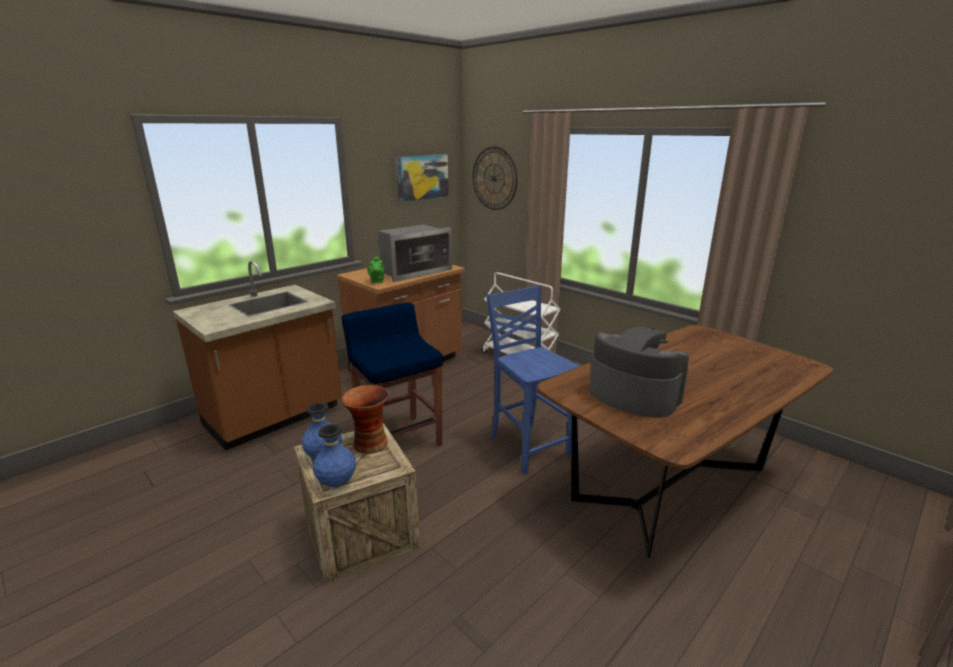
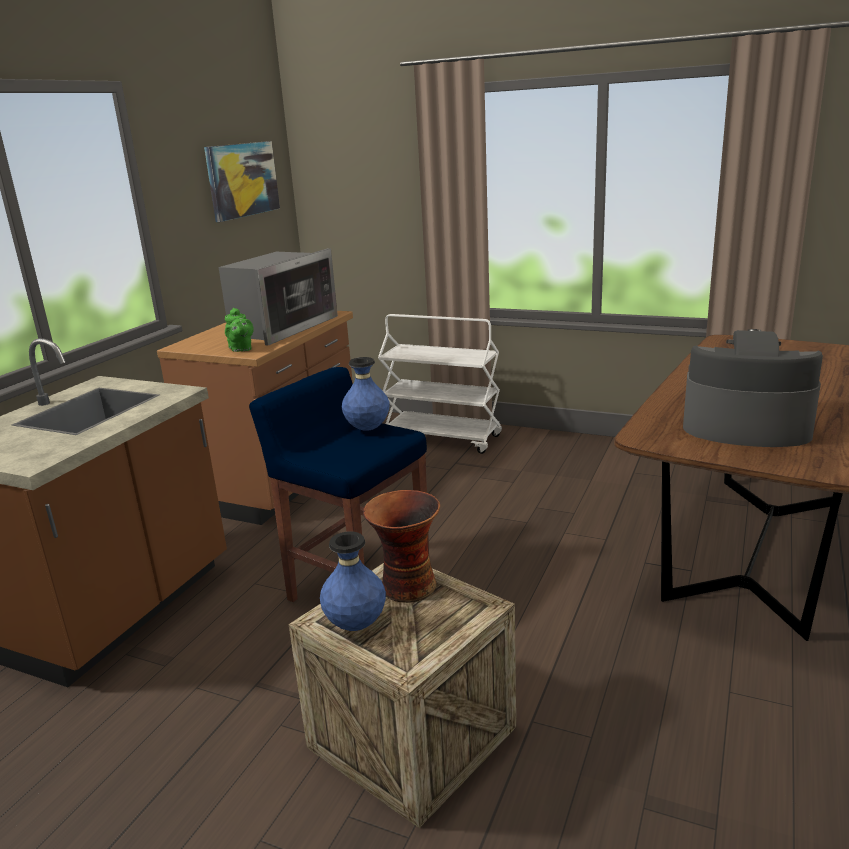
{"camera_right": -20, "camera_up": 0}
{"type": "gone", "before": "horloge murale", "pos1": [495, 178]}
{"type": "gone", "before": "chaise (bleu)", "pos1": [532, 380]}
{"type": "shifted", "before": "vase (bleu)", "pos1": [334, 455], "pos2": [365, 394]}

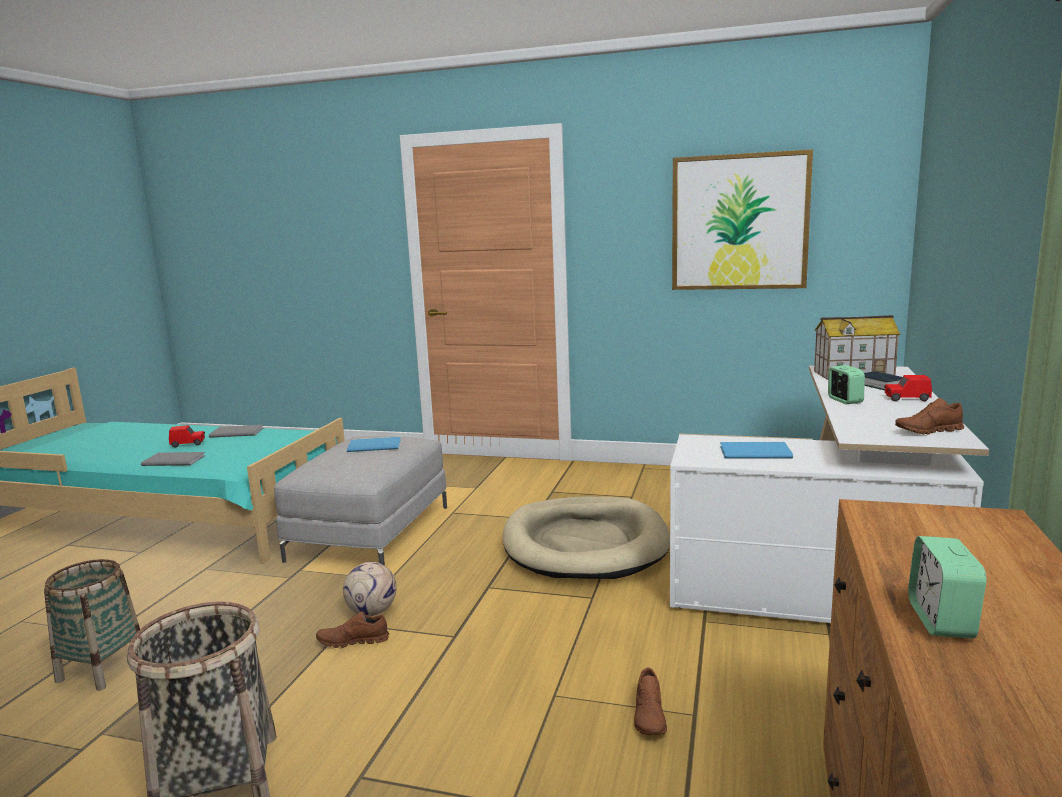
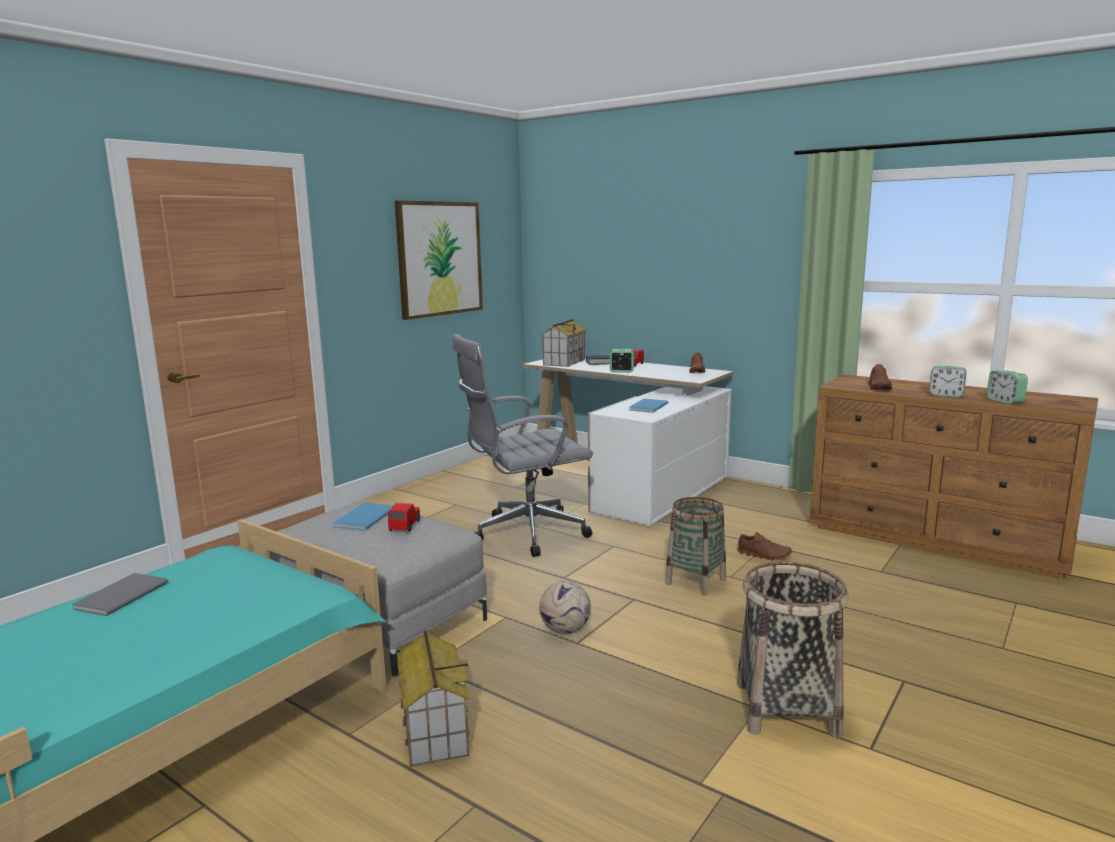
{"camera_right": -70, "camera_up": 0}
{"type": "gone", "before": "livre (gris)", "pos1": [173, 459]}
{"type": "new", "after": "maison miniature", "pos2": [433, 698]}
{"type": "new", "after": "réveil", "pos2": [1007, 387]}
{"type": "shifted", "before": "panier", "pos1": [92, 625], "pos2": [695, 546]}
{"type": "shifted", "before": "petite voiture (rouge)", "pos1": [187, 436], "pos2": [404, 517]}
{"type": "shifted", "before": "chaussure (marron)", "pos1": [352, 629], "pos2": [880, 376]}
{"type": "swapped", "before": "panier pour chien (beige)", "after": "chaise de bureau (gris)", "pos1": [586, 537], "pos2": [522, 445]}

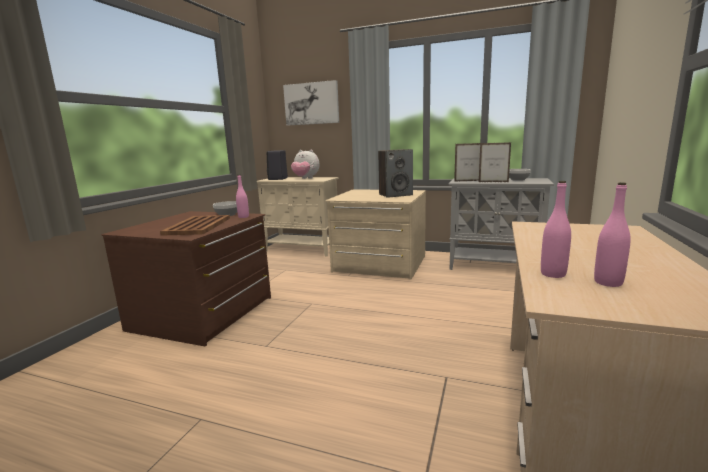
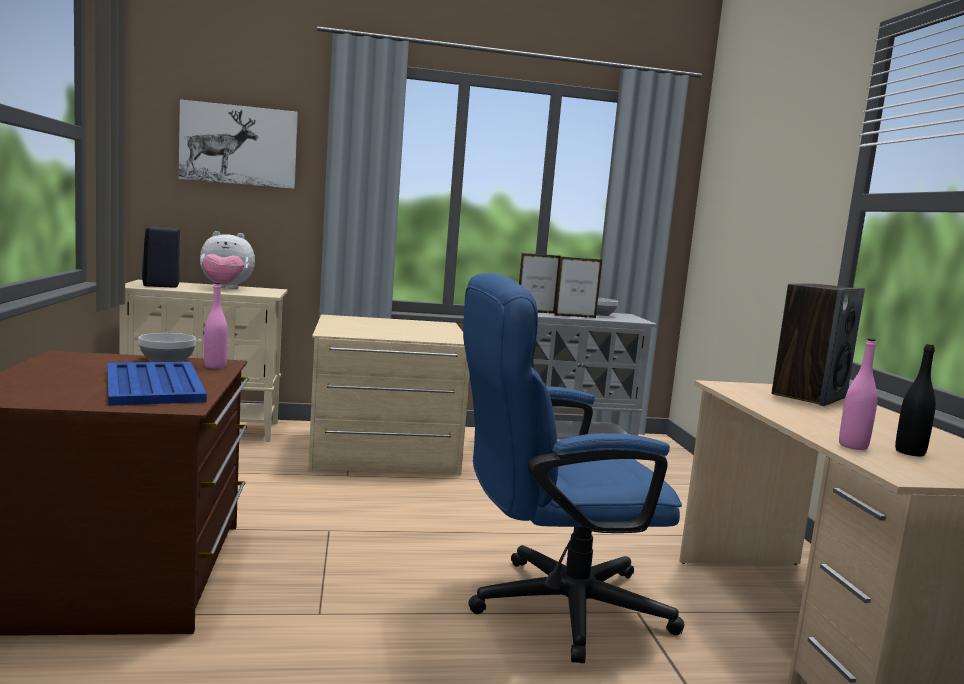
{"camera_right": -30, "camera_up": -5}
{"type": "new", "after": "chaise de bureau (bleu)", "pos2": [573, 468]}
{"type": "shifted", "before": "enceinte", "pos1": [395, 173], "pos2": [818, 344]}
{"type": "repainted", "before": "plateau (marron)", "after": "plateau (bleu)", "pos1": [195, 225], "pos2": [157, 384]}
{"type": "repainted", "before": "bouteille (rose)", "after": "bouteille (noir)", "pos1": [612, 234], "pos2": [915, 400]}

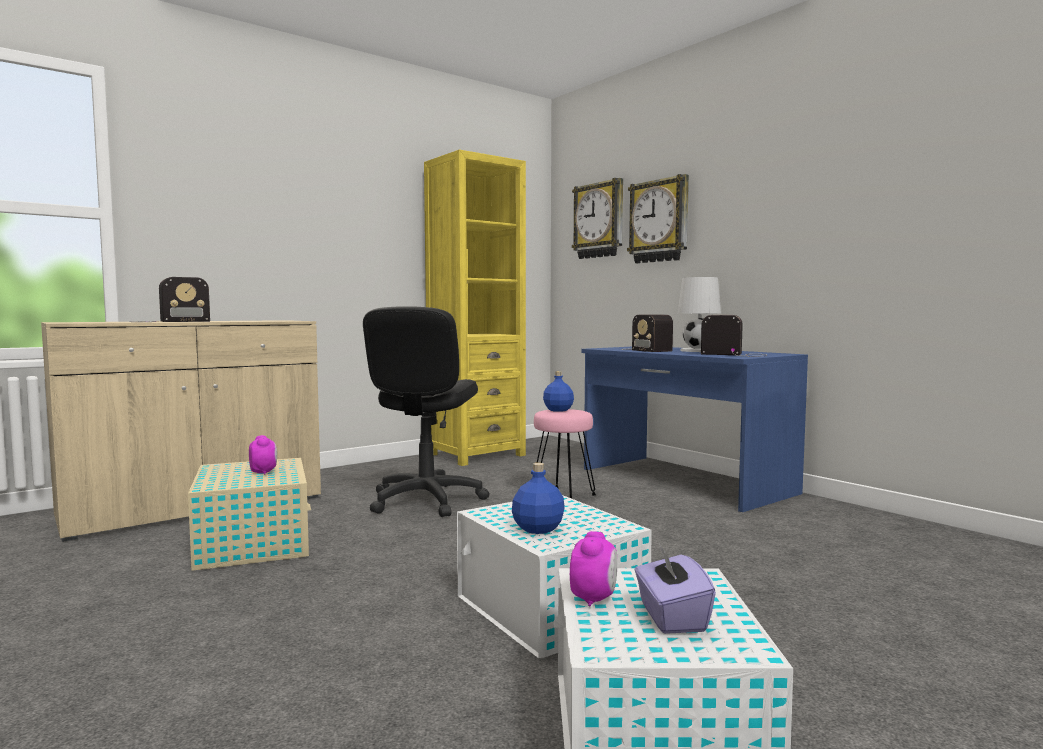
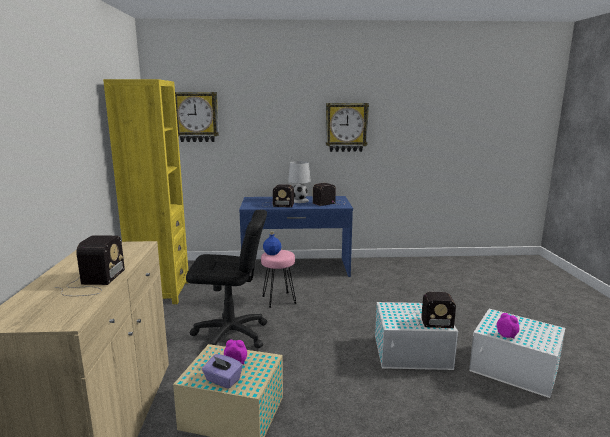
{"camera_right": -55, "camera_up": 10}
{"type": "shifted", "before": "horloge murale", "pos1": [658, 218], "pos2": [347, 127]}
{"type": "shifted", "before": "boîte à mouchoirs (violet)", "pos1": [675, 590], "pos2": [222, 371]}
{"type": "swapped", "before": "bouteille (bleu)", "after": "radio", "pos1": [538, 498], "pos2": [429, 310]}
{"type": "rotated", "before": "chaise de bureau (noir)", "pos1": [426, 411], "pos2": [226, 278], "turn": -45}

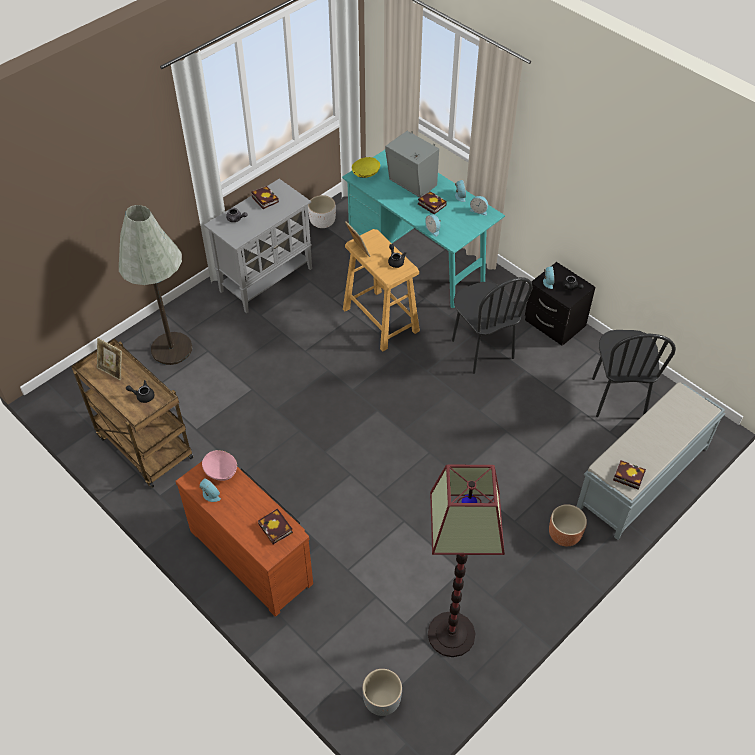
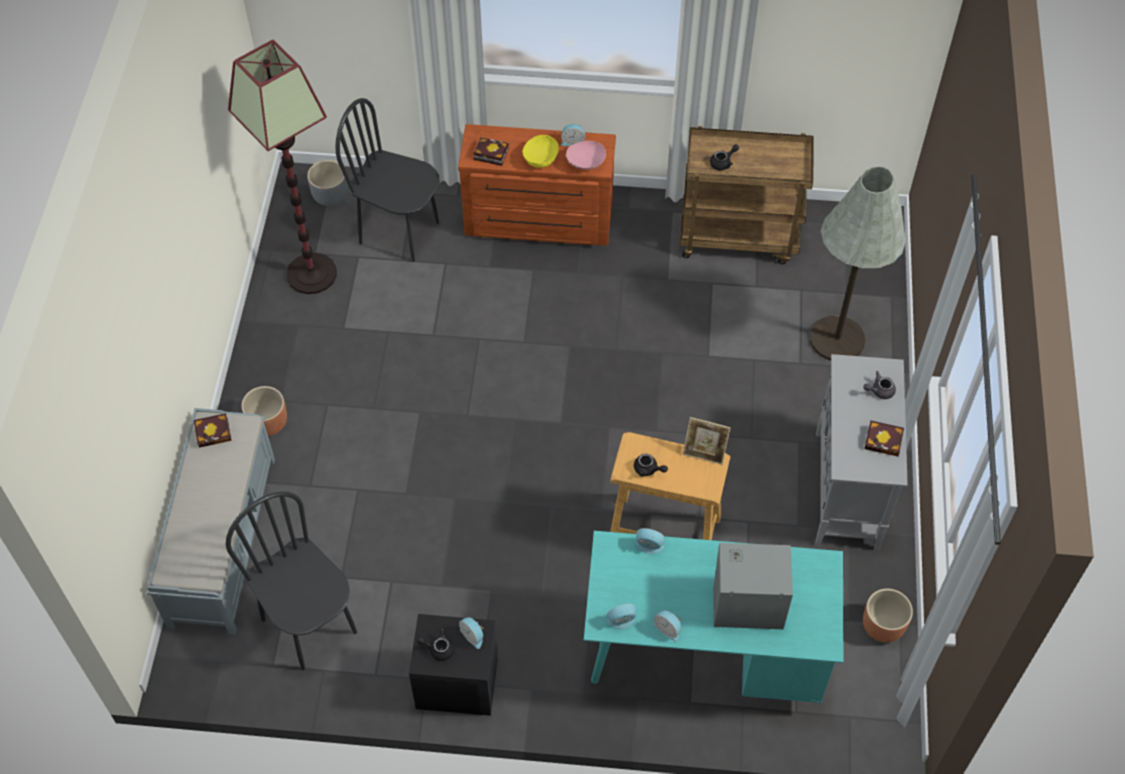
{"camera_right": 140, "camera_up": 5}
{"type": "gone", "before": "cadre photo", "pos1": [109, 359]}
{"type": "gone", "before": "livre", "pos1": [432, 202]}
{"type": "shifted", "before": "bol (jaune)", "pos1": [366, 167], "pos2": [540, 151]}
{"type": "shifted", "before": "chaise (noir)", "pos1": [492, 325], "pos2": [387, 180]}
{"type": "repainted", "before": "cache-pot (blanc)", "after": "cache-pot (marron)", "pos1": [322, 211], "pos2": [888, 615]}

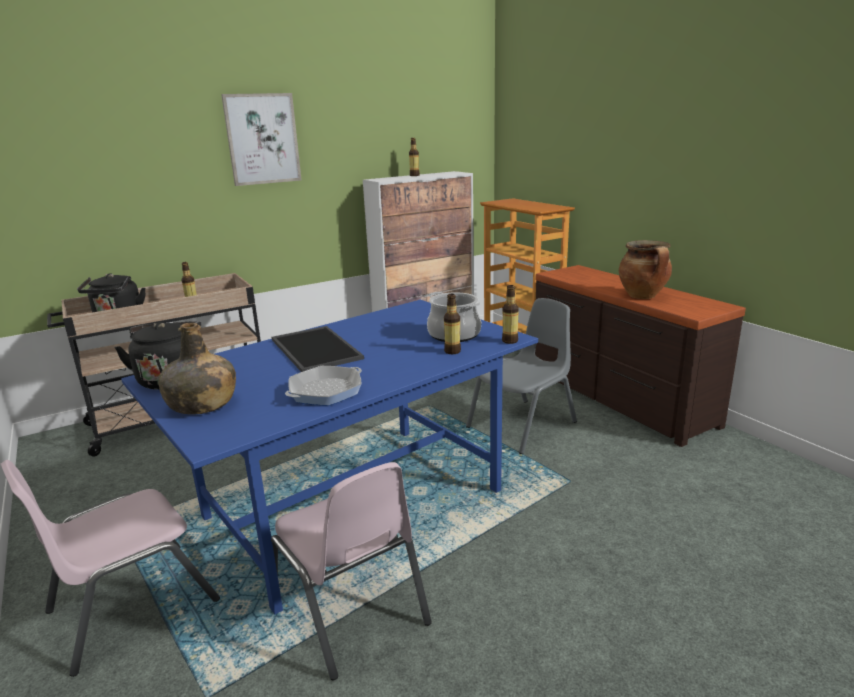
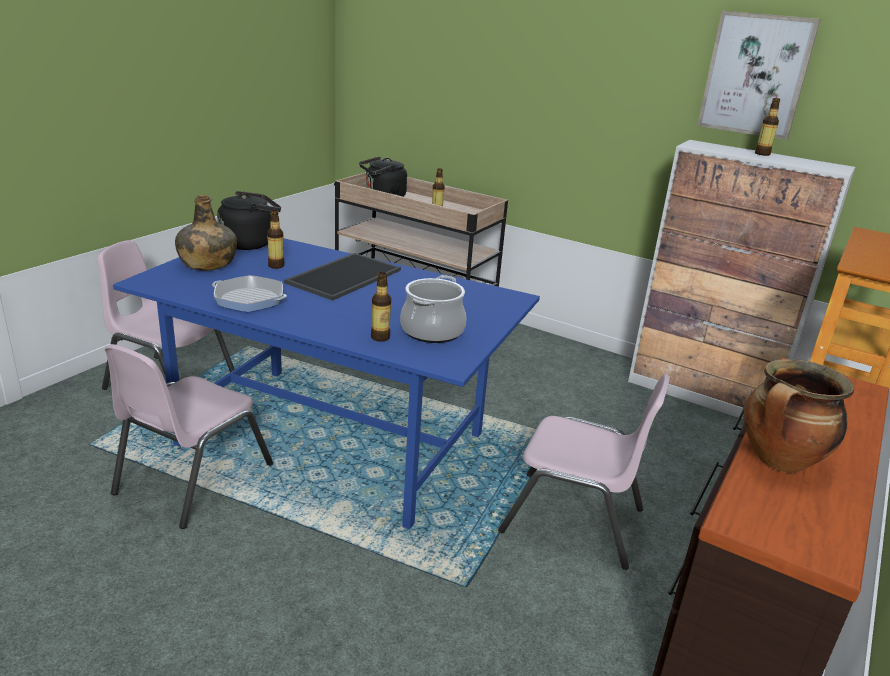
{"camera_right": 60, "camera_up": 5}
{"type": "shifted", "before": "tableau", "pos1": [261, 139], "pos2": [759, 75]}
{"type": "shifted", "before": "bouteille", "pos1": [510, 314], "pos2": [276, 239]}
{"type": "repainted", "before": "chaise (gris)", "after": "chaise (rose)", "pos1": [521, 376], "pos2": [584, 472]}

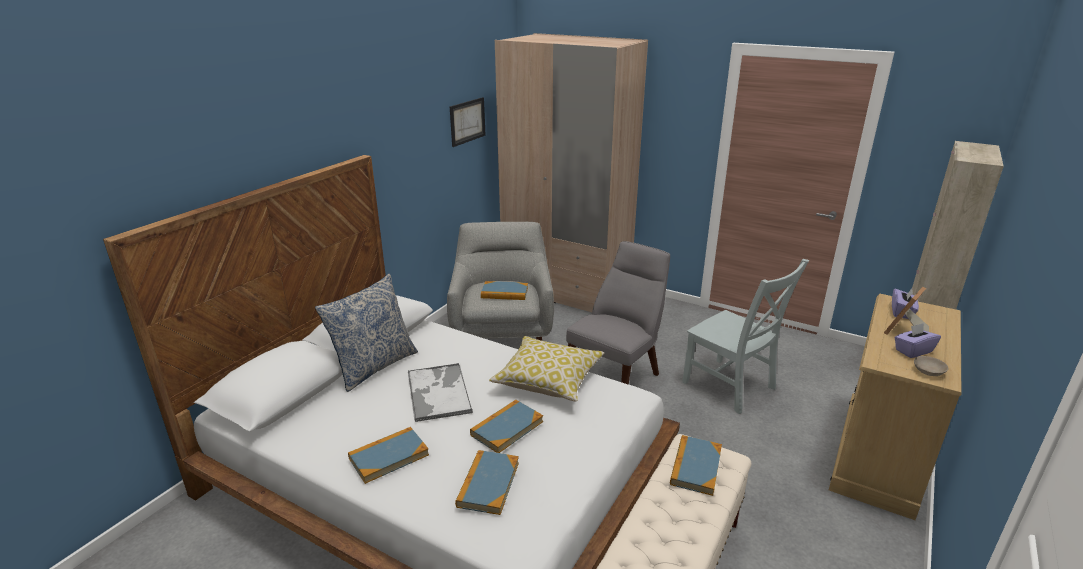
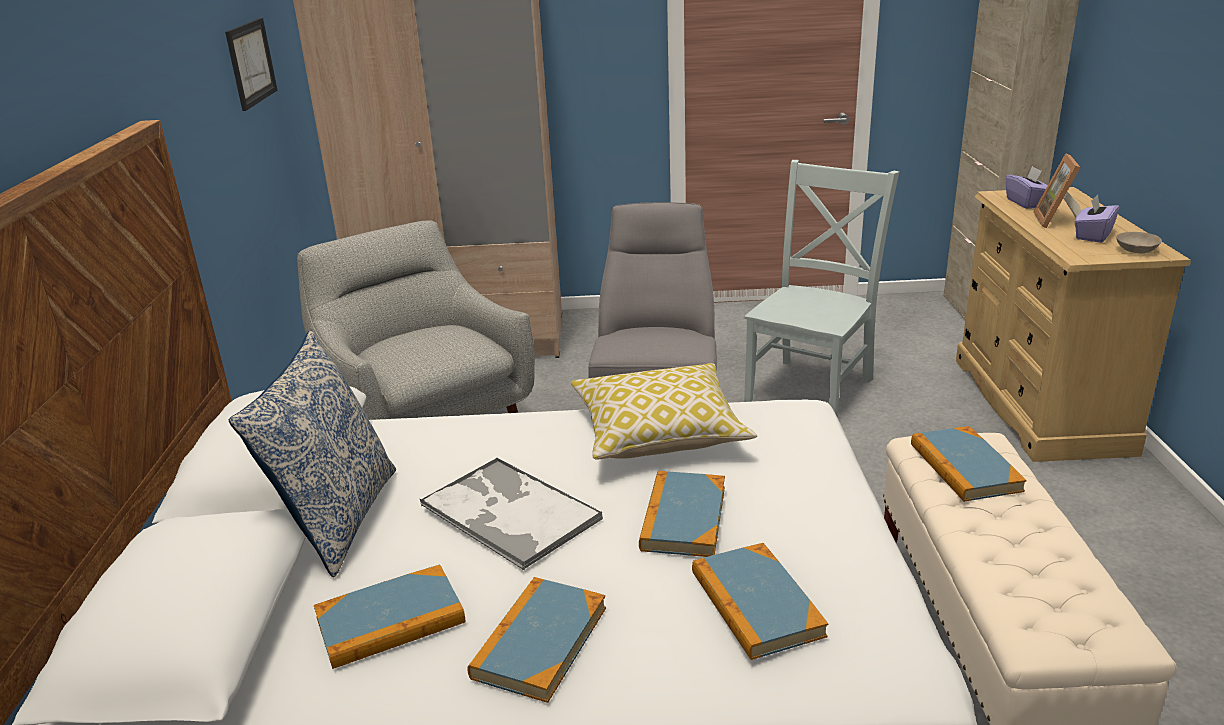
{"camera_right": -30, "camera_up": 0}
{"type": "shifted", "before": "livre", "pos1": [504, 290], "pos2": [390, 617]}
{"type": "rotated", "before": "chaise (gris)", "pos1": [745, 336], "pos2": [821, 289], "turn": -75}

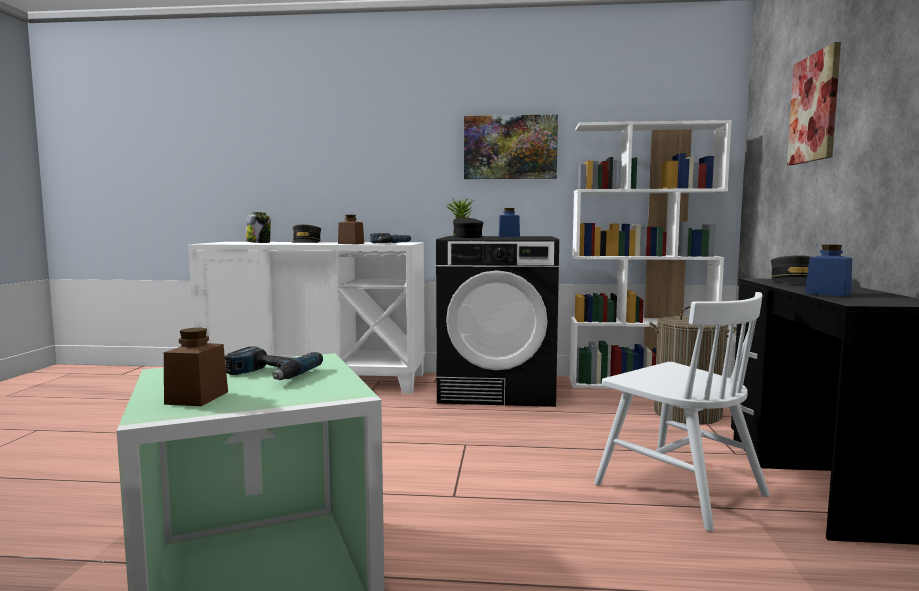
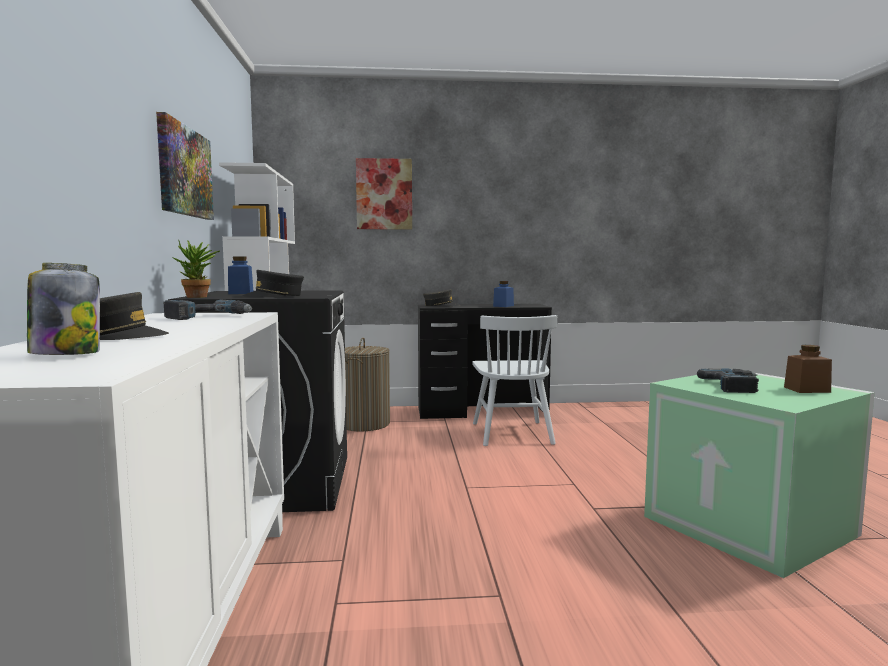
{"camera_right": -100, "camera_up": 0}
{"type": "gone", "before": "bocal (marron)", "pos1": [351, 229]}
{"type": "rotated", "before": "chaise (blanc)", "pos1": [682, 412], "pos2": [514, 380], "turn": 135}

